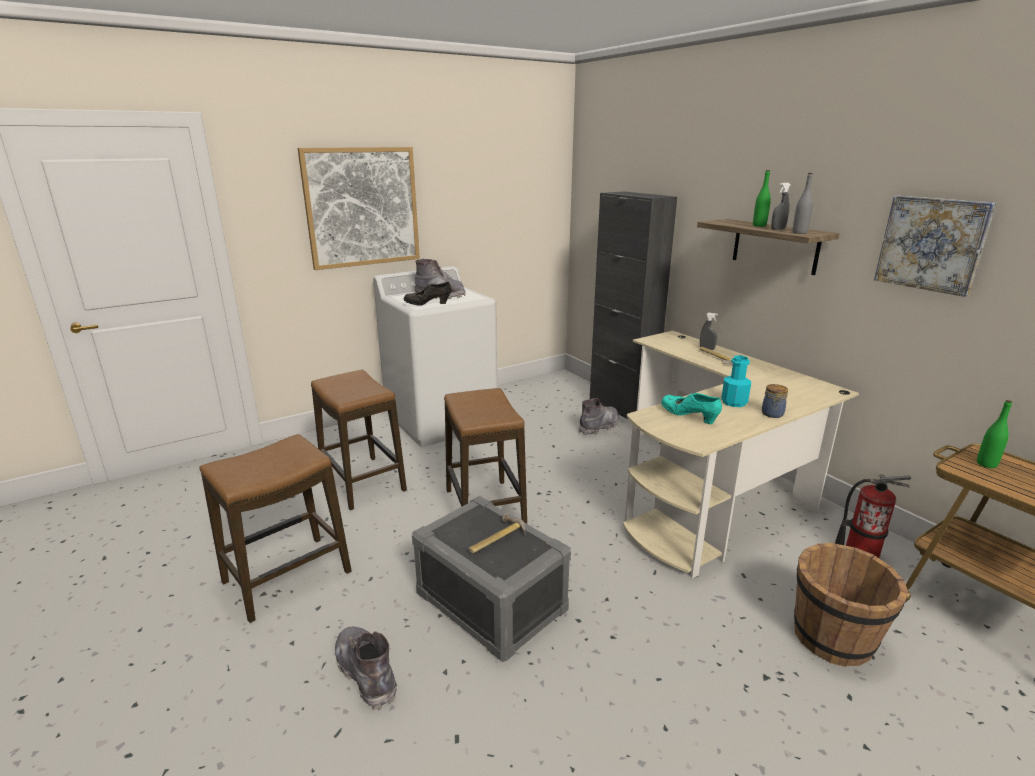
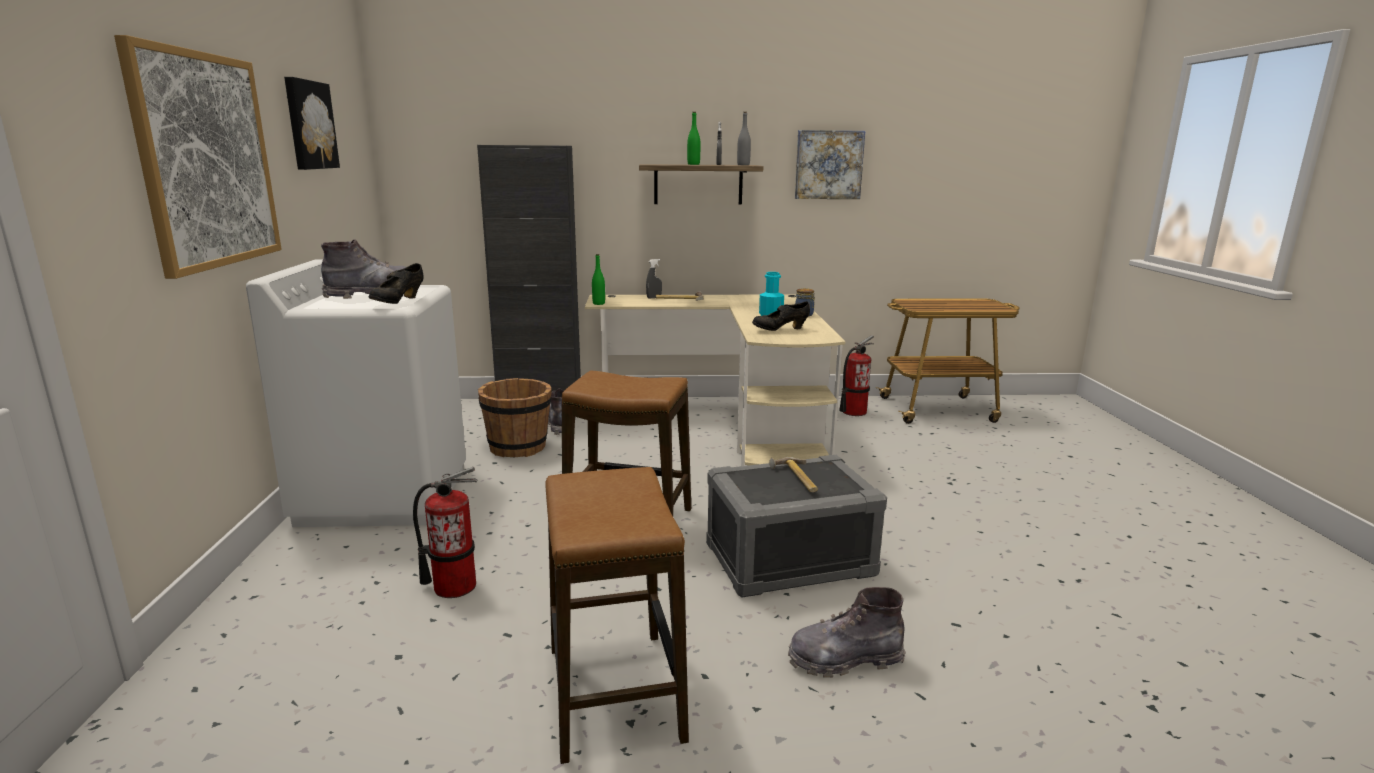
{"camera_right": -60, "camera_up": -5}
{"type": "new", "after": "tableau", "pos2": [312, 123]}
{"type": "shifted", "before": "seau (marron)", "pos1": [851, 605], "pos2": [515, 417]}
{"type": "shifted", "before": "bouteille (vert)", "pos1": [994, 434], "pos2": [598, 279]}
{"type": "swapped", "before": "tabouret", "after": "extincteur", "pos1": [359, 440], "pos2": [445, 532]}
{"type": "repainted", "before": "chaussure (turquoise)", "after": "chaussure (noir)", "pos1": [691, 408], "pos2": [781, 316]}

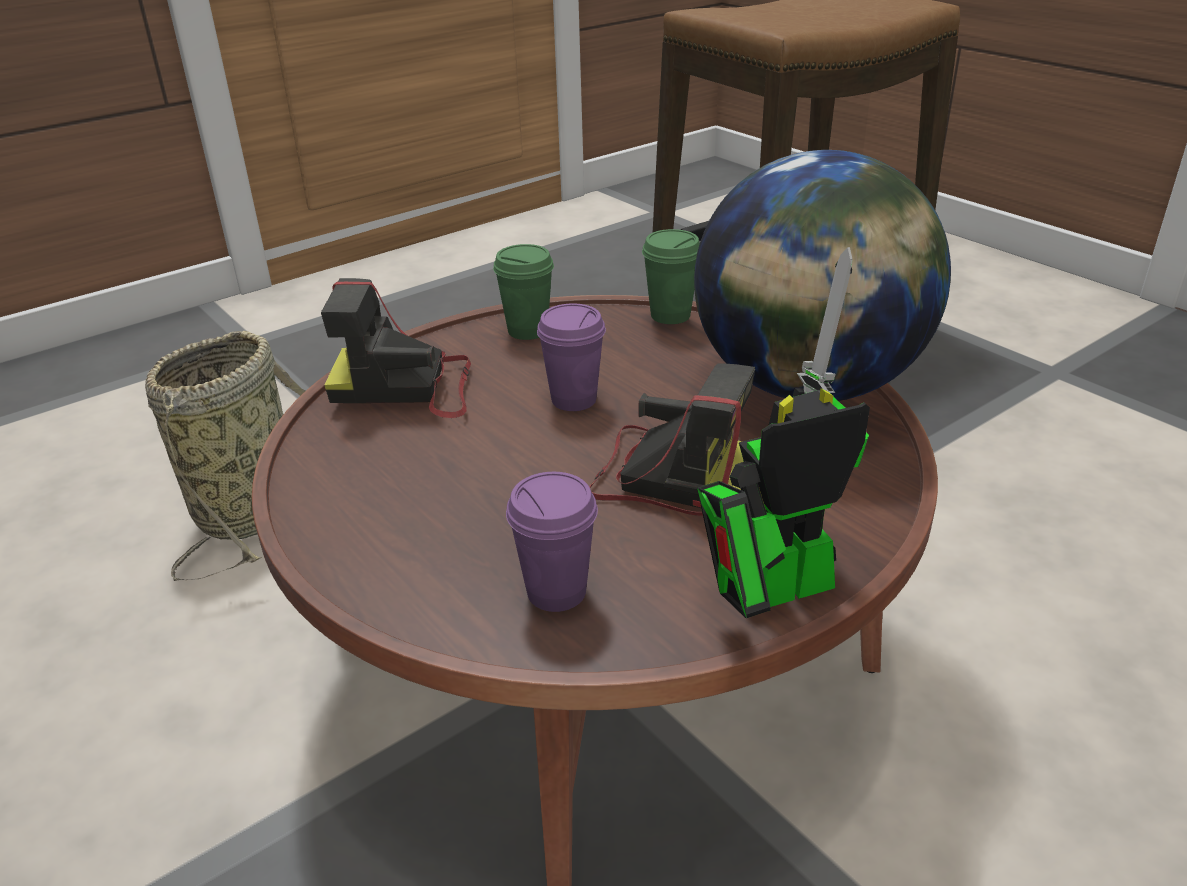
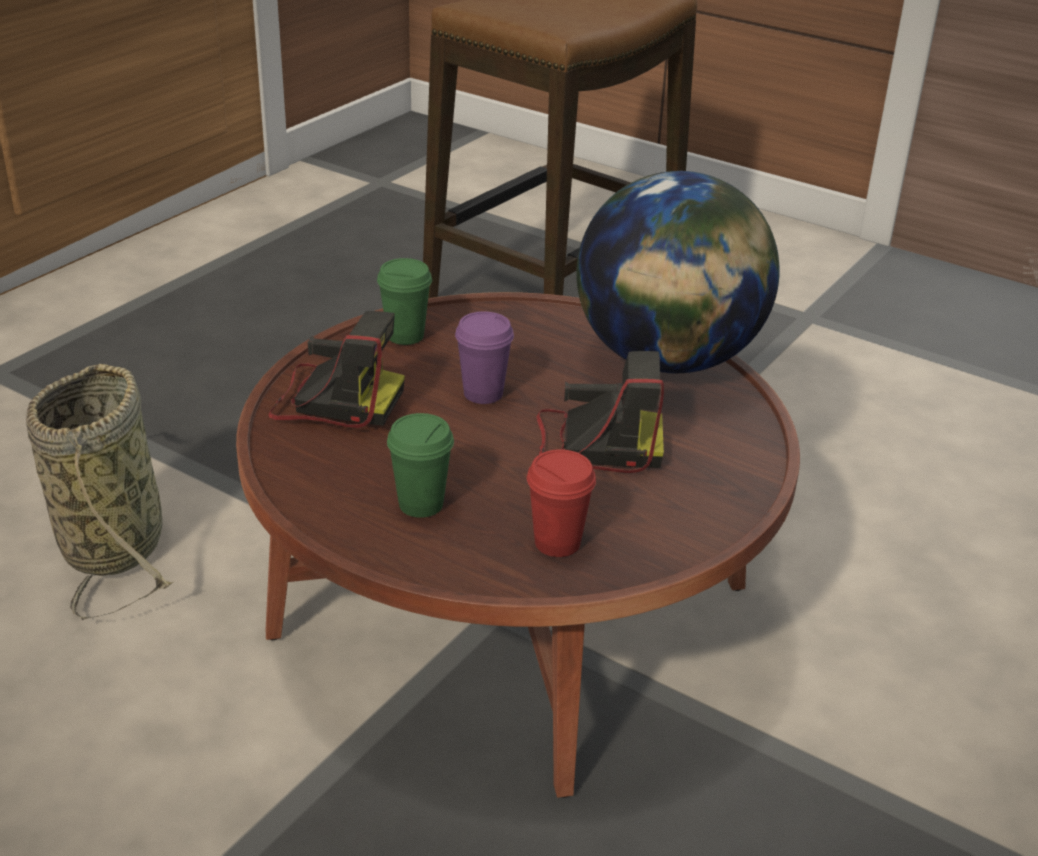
{"camera_right": -20, "camera_up": 0}
{"type": "gone", "before": "robot jouet", "pos1": [783, 432]}
{"type": "shifted", "before": "tasse (vert)", "pos1": [671, 276], "pos2": [420, 465]}
{"type": "repainted", "before": "tasse (violet)", "after": "tasse (rouge)", "pos1": [552, 542], "pos2": [561, 503]}
{"type": "rotated", "before": "appareil photo", "pos1": [396, 348], "pos2": [337, 369], "turn": -150}

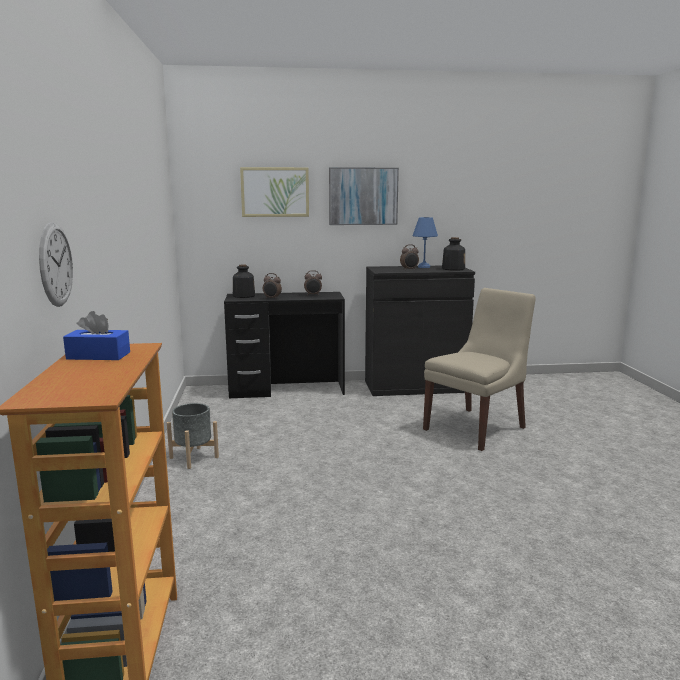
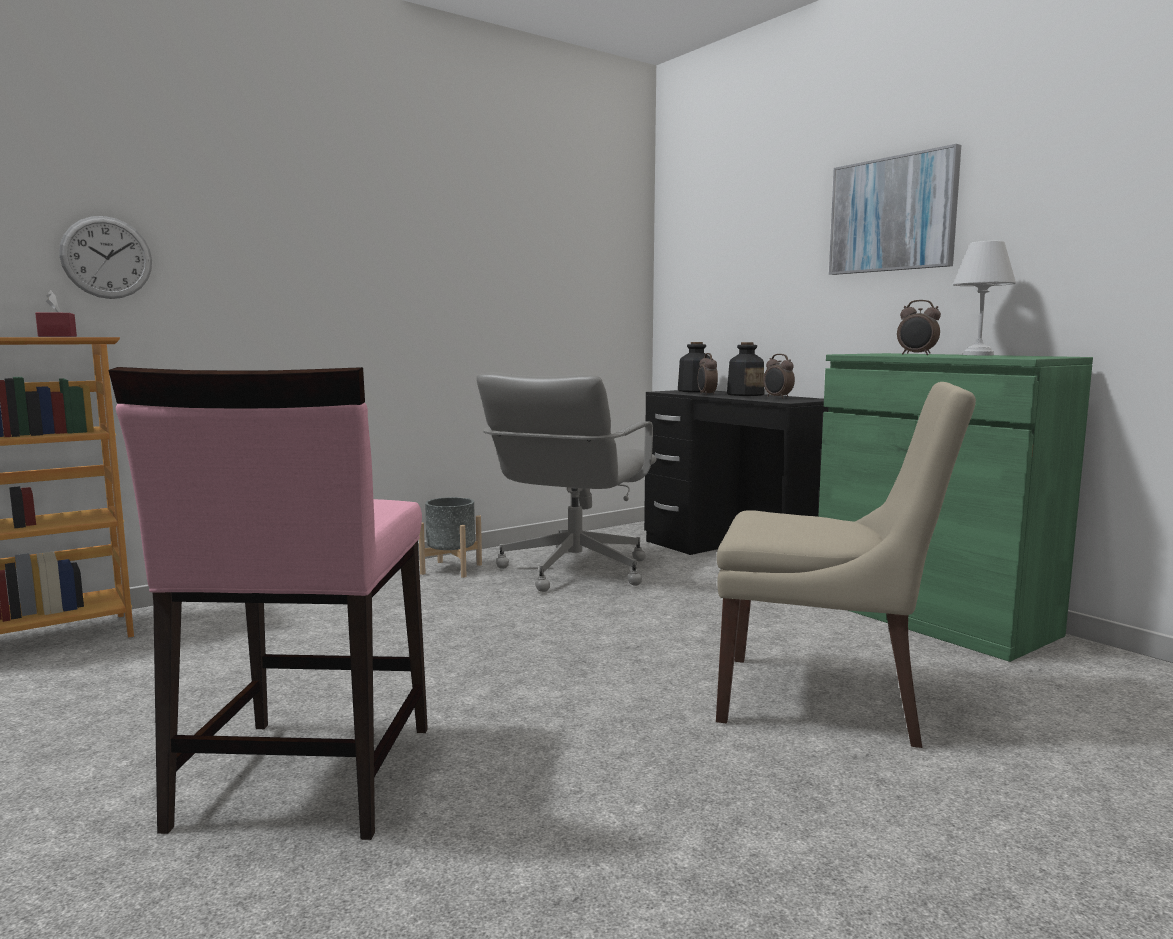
{"camera_right": 60, "camera_up": -5}
{"type": "gone", "before": "tableau", "pos1": [274, 192]}
{"type": "new", "after": "chaise (rose)", "pos2": [268, 603]}
{"type": "new", "after": "chaise de bureau (gris)", "pos2": [566, 482]}
{"type": "shifted", "before": "bouteille", "pos1": [453, 254], "pos2": [745, 369]}
{"type": "repainted", "before": "boîte à mouchoirs (bleu)", "after": "boîte à mouchoirs (rouge)", "pos1": [96, 335], "pos2": [56, 314]}
{"type": "repainted", "before": "meuble de rangement (noir)", "after": "meuble de rangement (vert)", "pos1": [420, 331], "pos2": [955, 507]}
{"type": "repainted", "before": "lampe de table (bleu)", "after": "lampe de table (blanc)", "pos1": [425, 242], "pos2": [984, 298]}

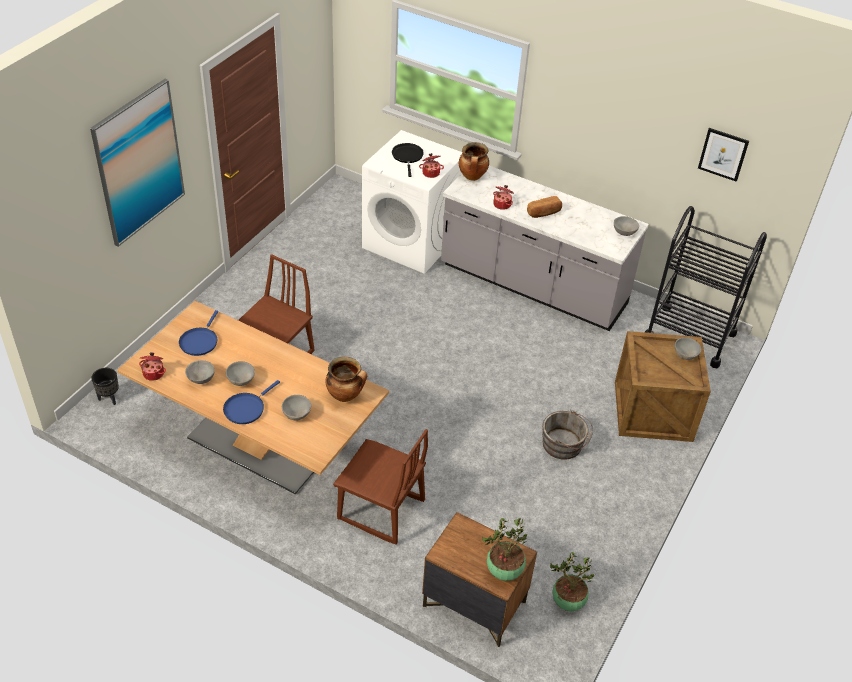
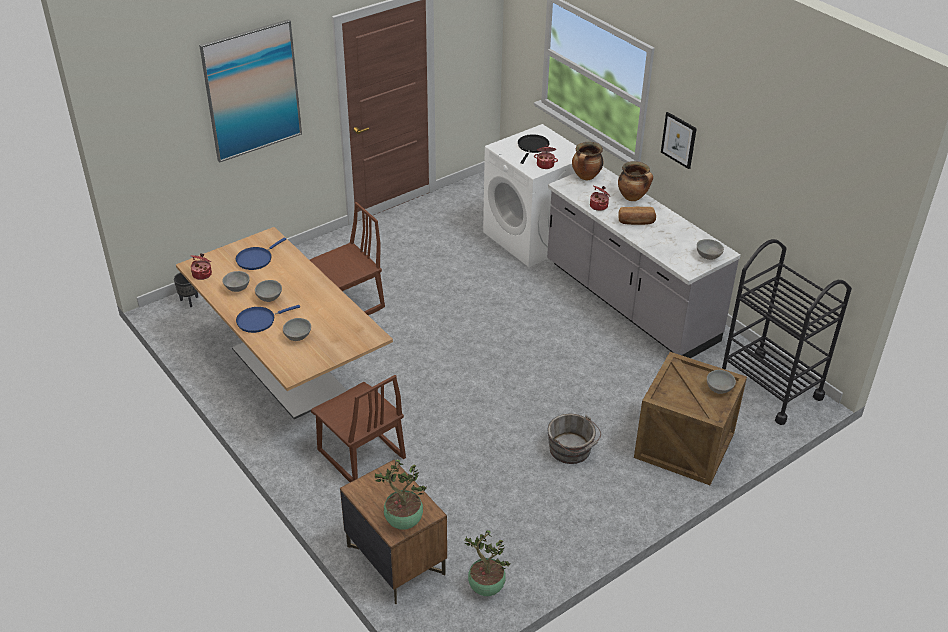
{"camera_right": 25, "camera_up": -5}
{"type": "shifted", "before": "marmite", "pos1": [346, 379], "pos2": [635, 181]}
{"type": "shifted", "before": "tableau", "pos1": [723, 155], "pos2": [679, 140]}

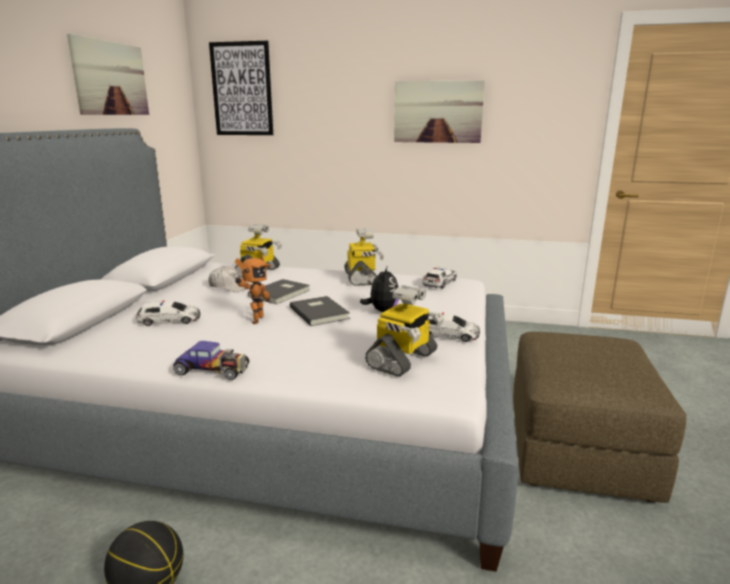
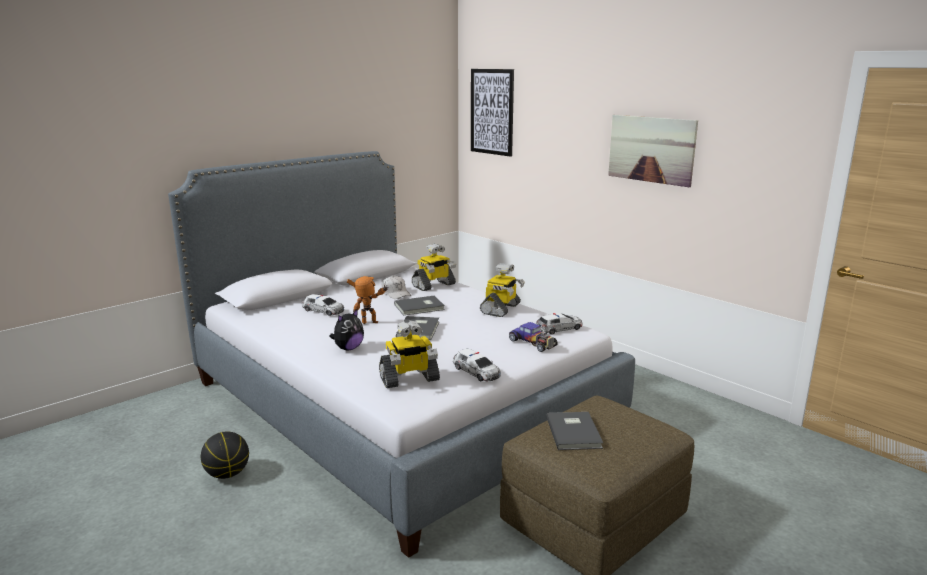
{"camera_right": 35, "camera_up": 0}
{"type": "gone", "before": "tableau", "pos1": [108, 74]}
{"type": "new", "after": "livre (gris)", "pos2": [574, 431]}
{"type": "shifted", "before": "petite voiture", "pos1": [211, 360], "pos2": [533, 337]}
{"type": "shifted", "before": "peluche", "pos1": [379, 288], "pos2": [346, 330]}
{"type": "rotated", "before": "robot jouet", "pos1": [253, 289], "pos2": [368, 300], "turn": -150}

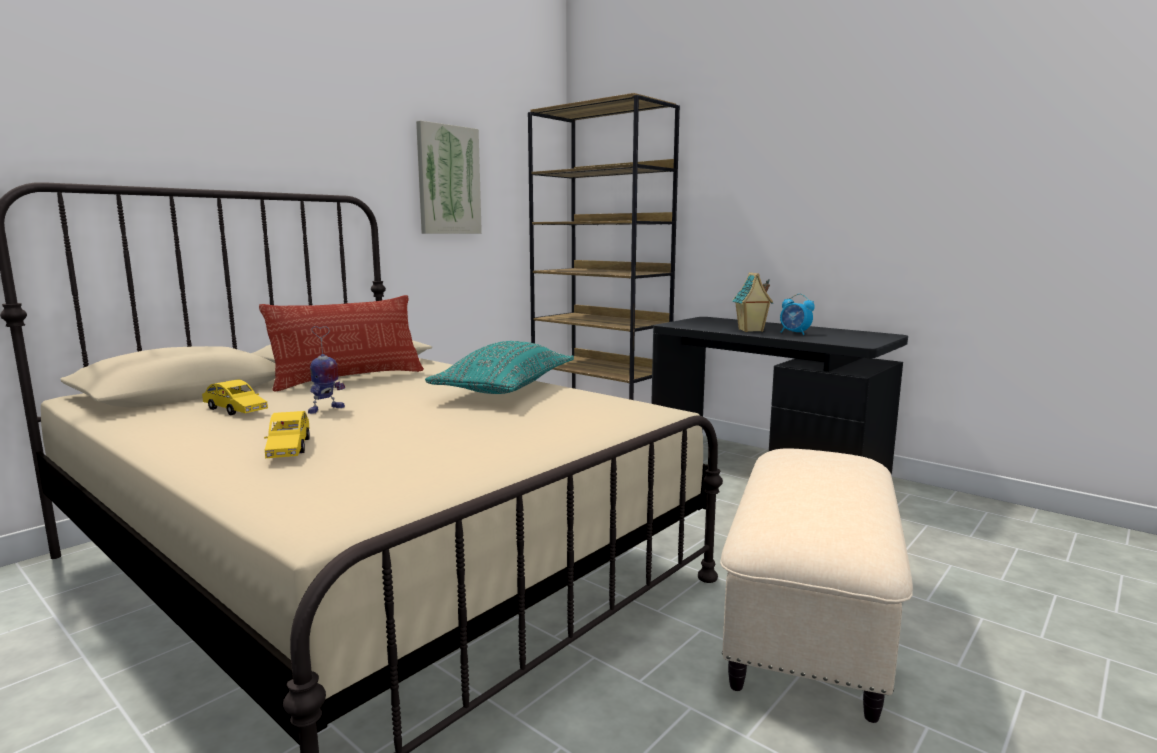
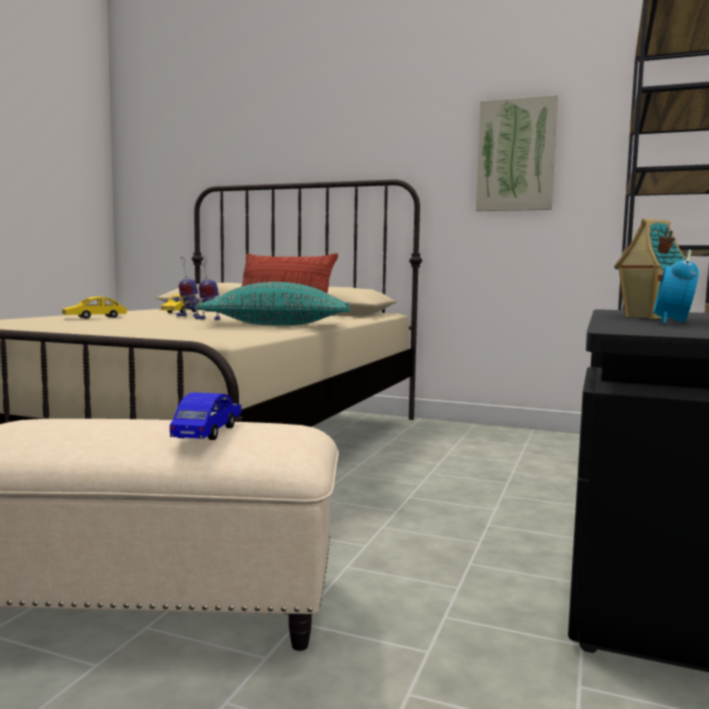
{"camera_right": 70, "camera_up": -5}
{"type": "new", "after": "petite voiture (bleu)", "pos2": [205, 416]}
{"type": "new", "after": "robot jouet", "pos2": [206, 288]}

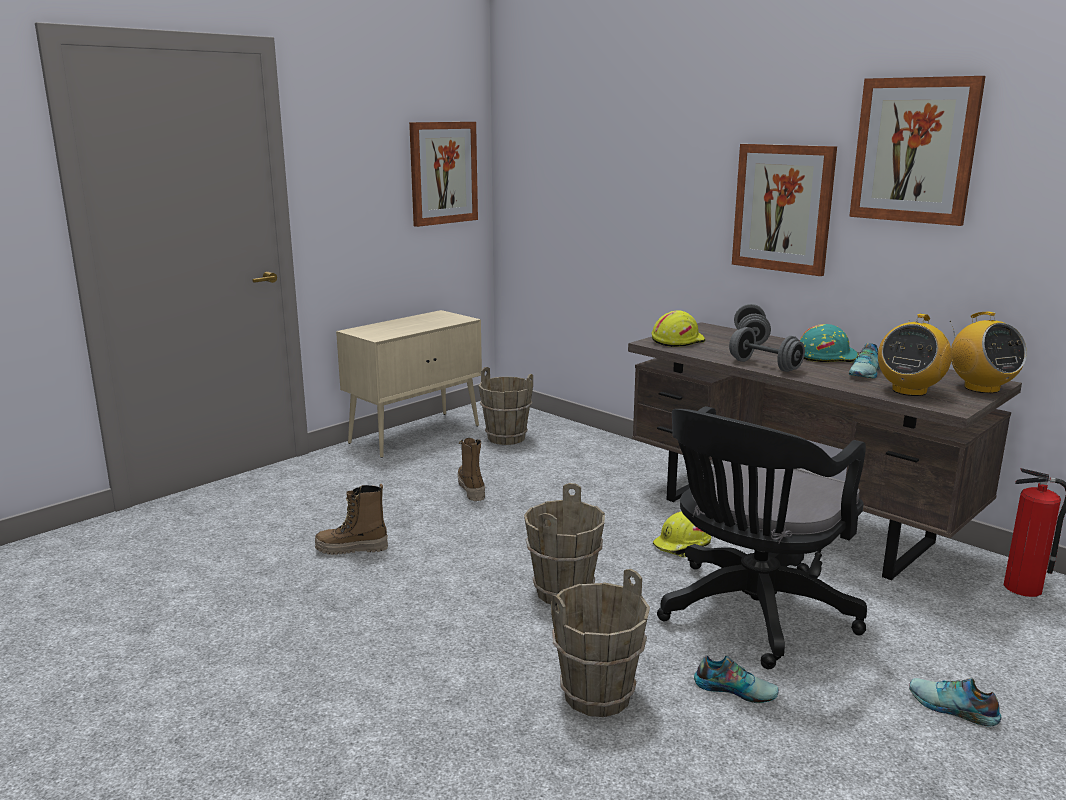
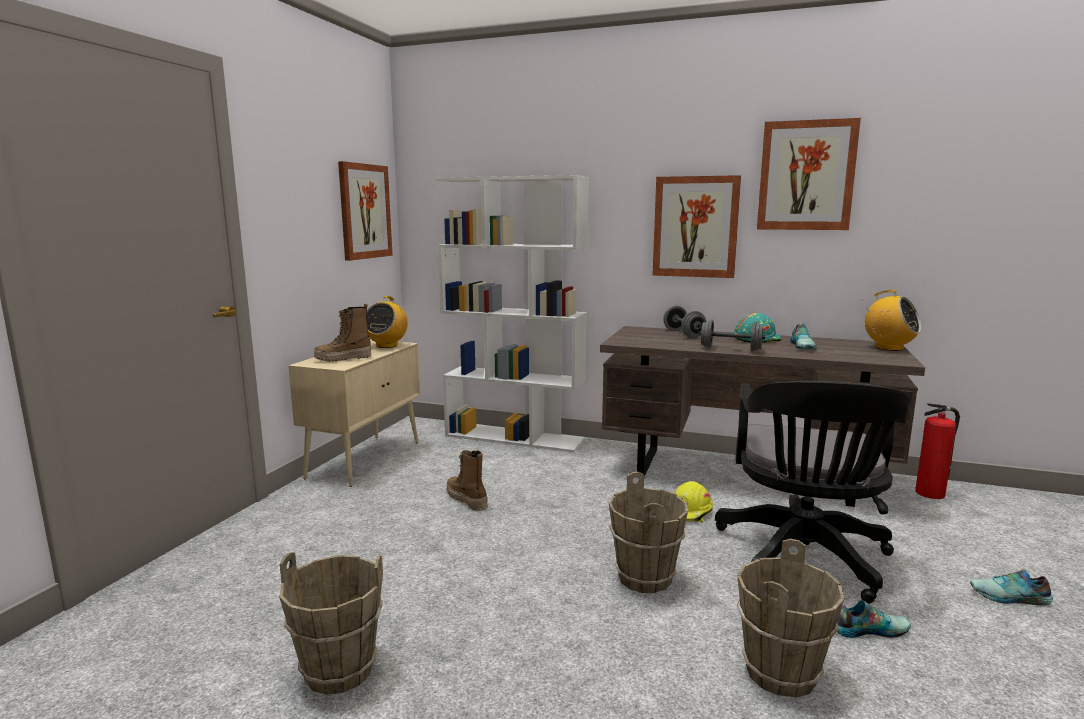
{"camera_right": -25, "camera_up": -5}
{"type": "gone", "before": "casque de chantier (jaune)", "pos1": [678, 328]}
{"type": "new", "after": "bibliothèque (blanc)", "pos2": [512, 314]}
{"type": "shifted", "before": "botte", "pos1": [351, 519], "pos2": [342, 332]}
{"type": "shifted", "before": "seau (marron)", "pos1": [505, 406], "pos2": [331, 623]}
{"type": "shifted", "before": "radio", "pos1": [915, 355], "pos2": [387, 322]}

